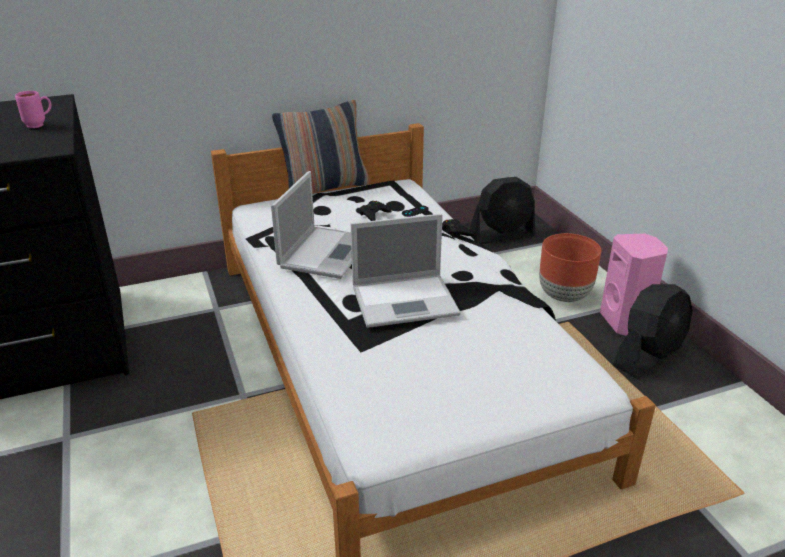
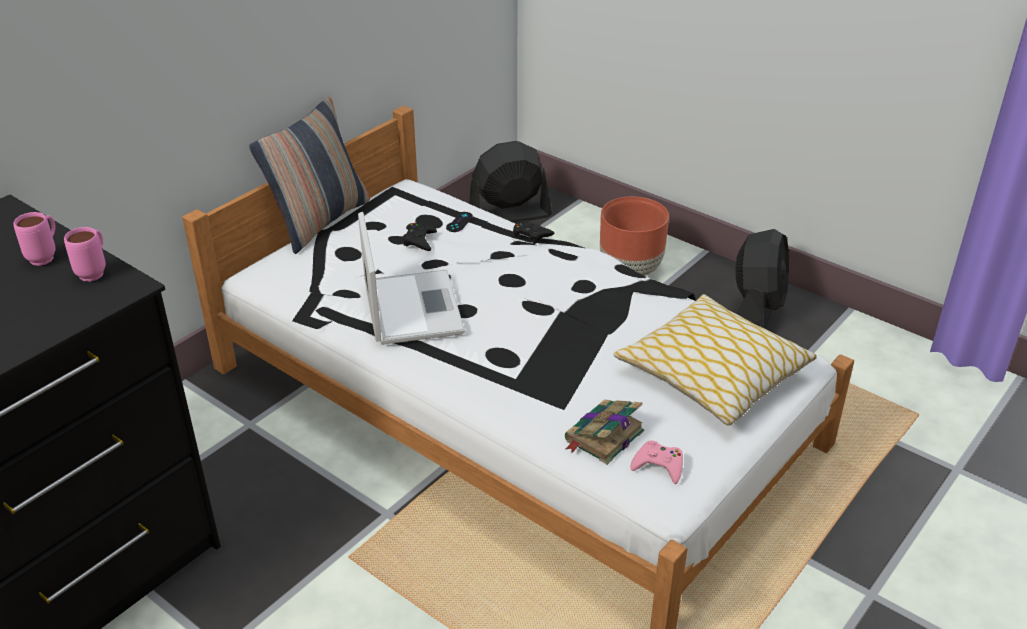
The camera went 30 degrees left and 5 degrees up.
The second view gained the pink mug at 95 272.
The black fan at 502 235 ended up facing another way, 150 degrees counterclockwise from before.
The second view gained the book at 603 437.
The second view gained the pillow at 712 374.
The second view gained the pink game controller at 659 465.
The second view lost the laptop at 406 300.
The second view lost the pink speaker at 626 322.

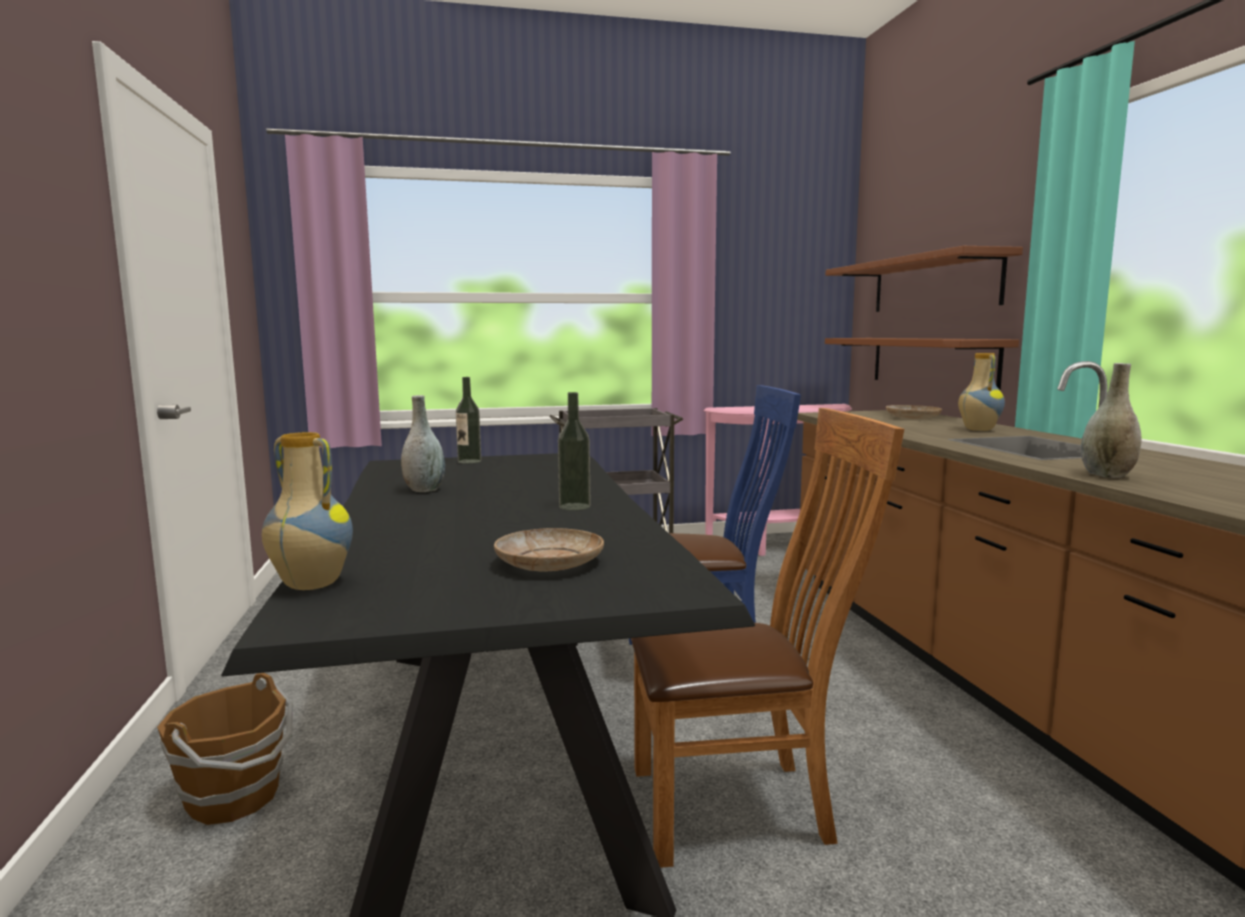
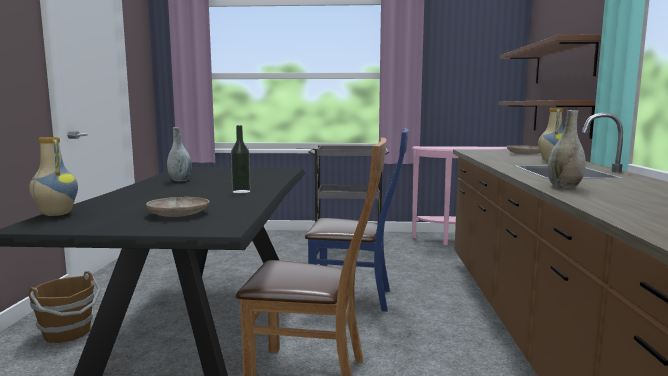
The camera went 15 degrees right and 0 degrees up.
The second view lost the bottle at 469 461.

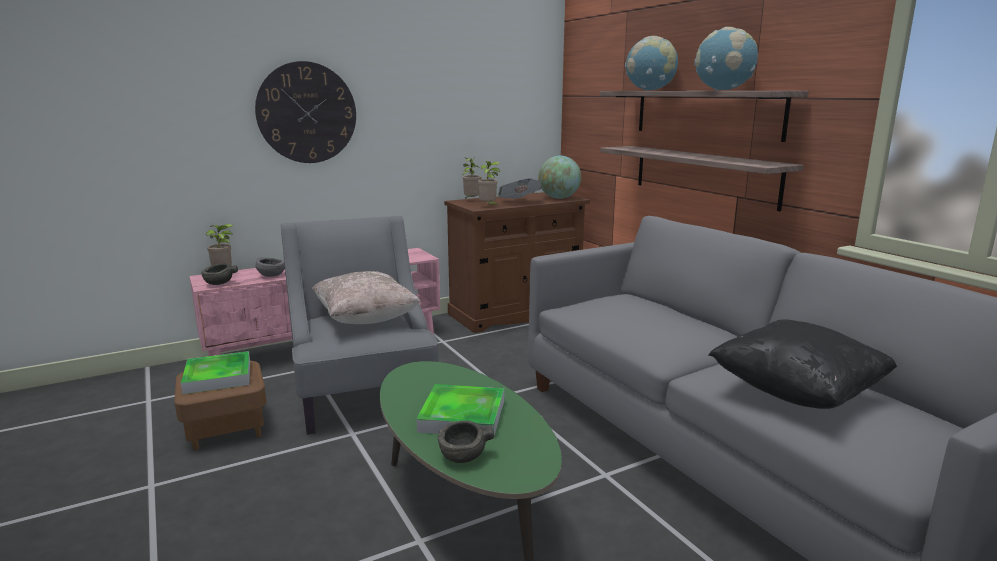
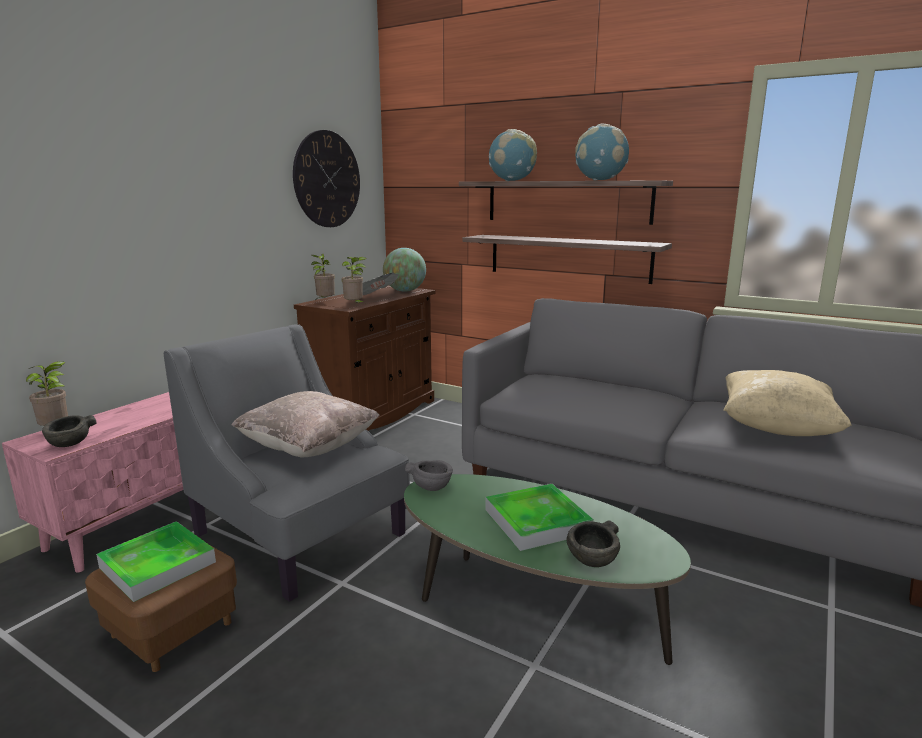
The camera went 30 degrees left and 0 degrees up.
The wall clock ended up elsewhere, having gone from 307 113 to 327 179.
The grey bowl ended up elsewhere, having gone from 271 275 to 432 486.
What was the black pillow at 796 393 turned into the beige pillow at 776 428.

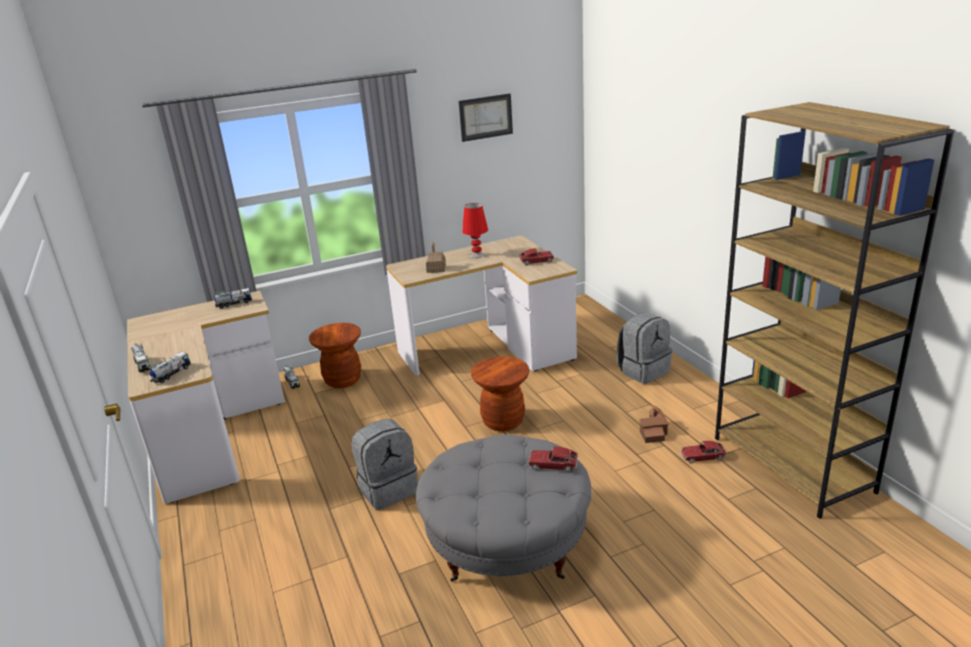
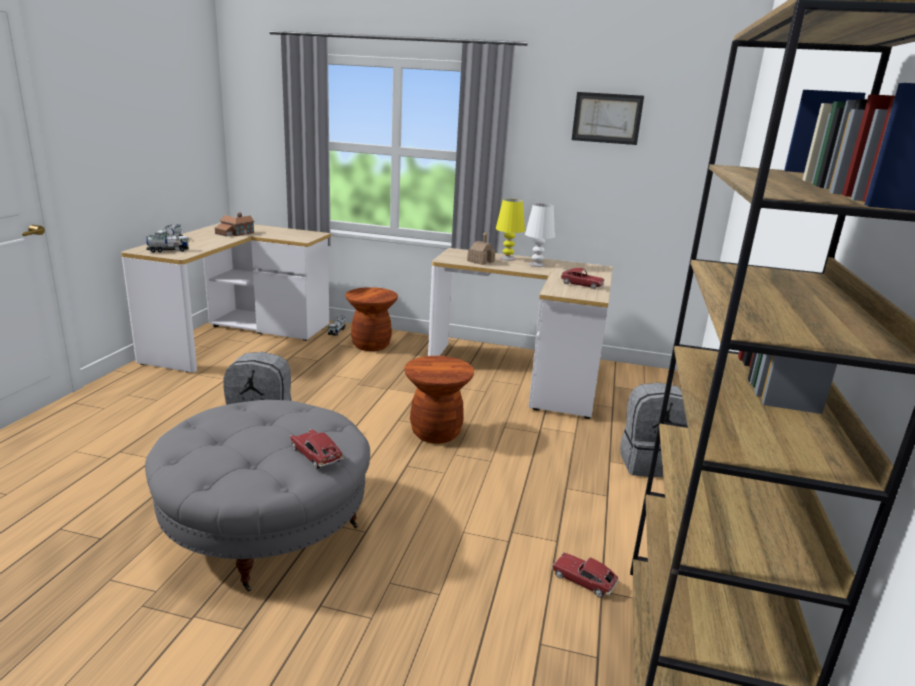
The camera went 35 degrees right and 5 degrees down.
The toy house ended up elsewhere, having gone from 653 431 to 234 233.
The second view gained the yellow table lamp at 507 258.
What was the red table lamp at 477 255 turned into the white table lamp at 537 265.
The second view lost the toy truck at 234 304.

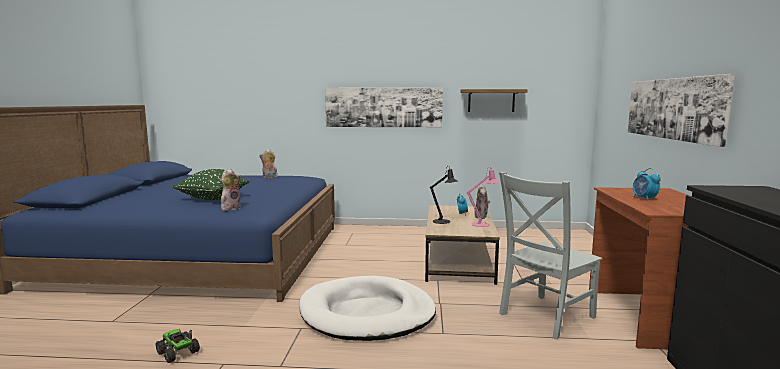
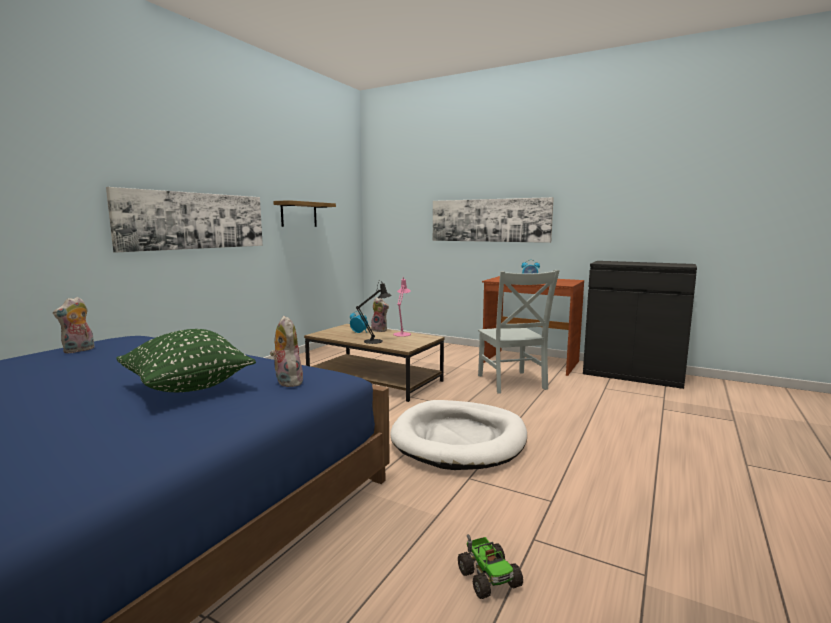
The camera went 65 degrees left and 0 degrees up.
The toy truck at 178 353 ended up facing another way, 90 degrees counterclockwise from before.

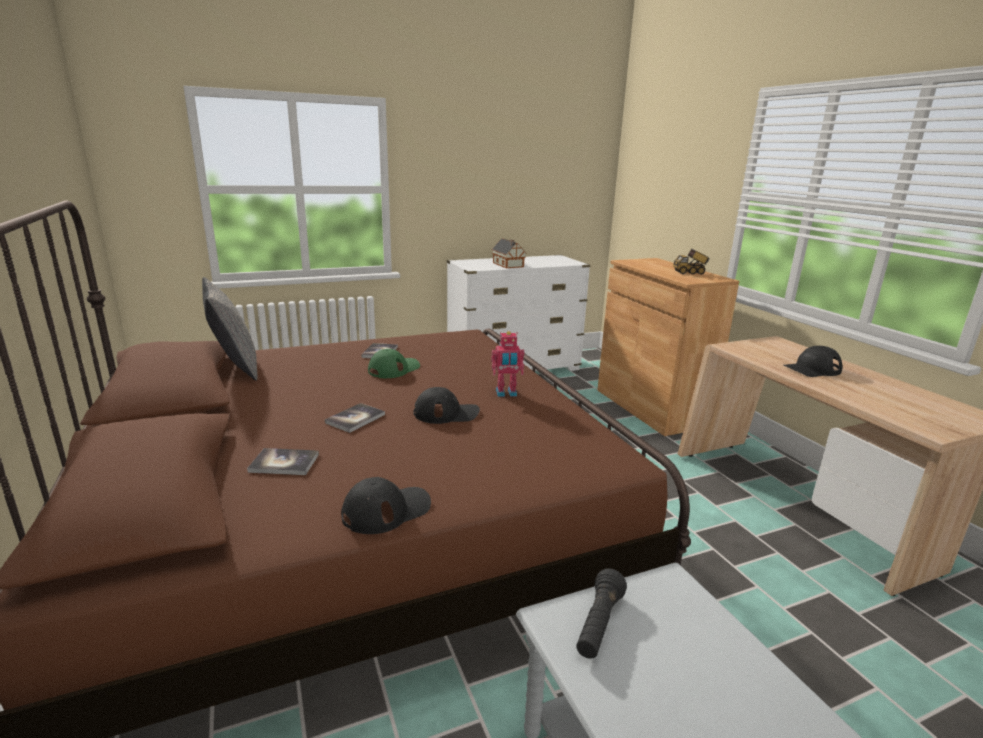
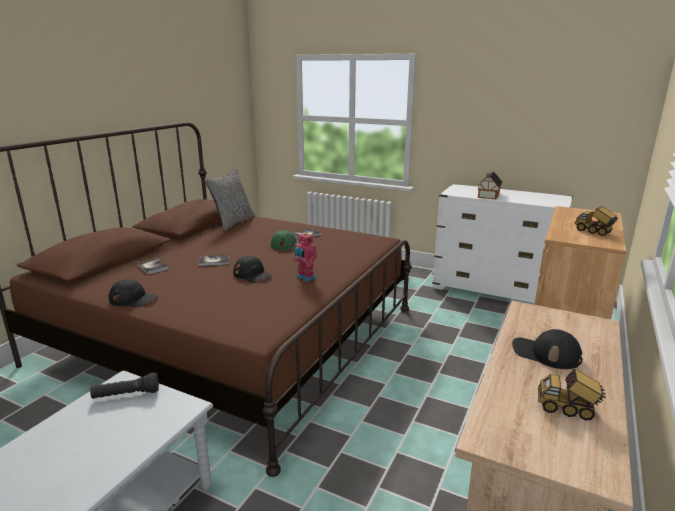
The camera went 50 degrees right and 0 degrees up.
The second view gained the toy truck at 567 409.

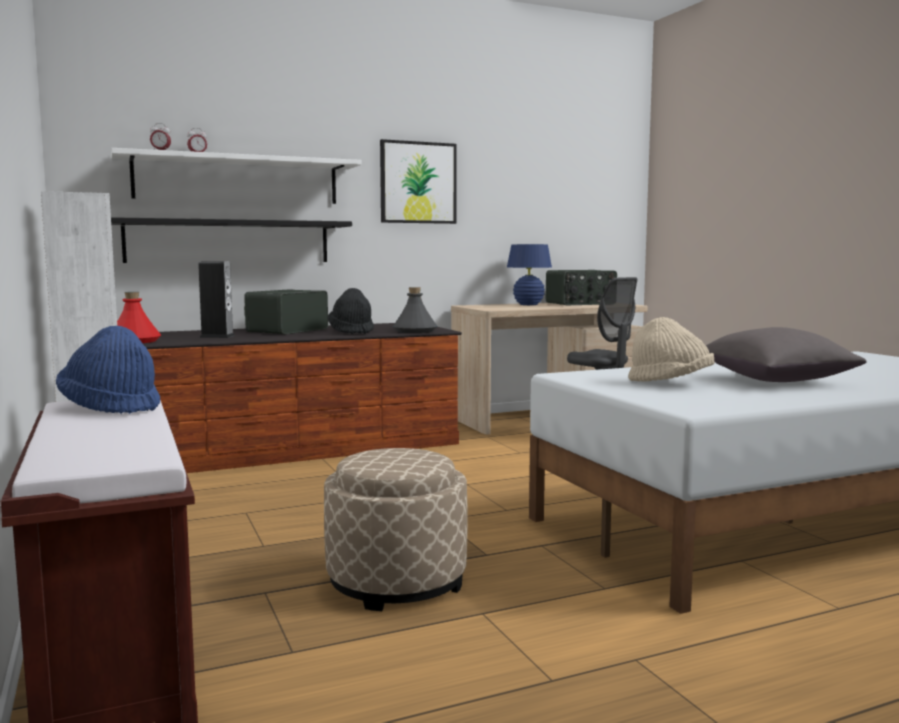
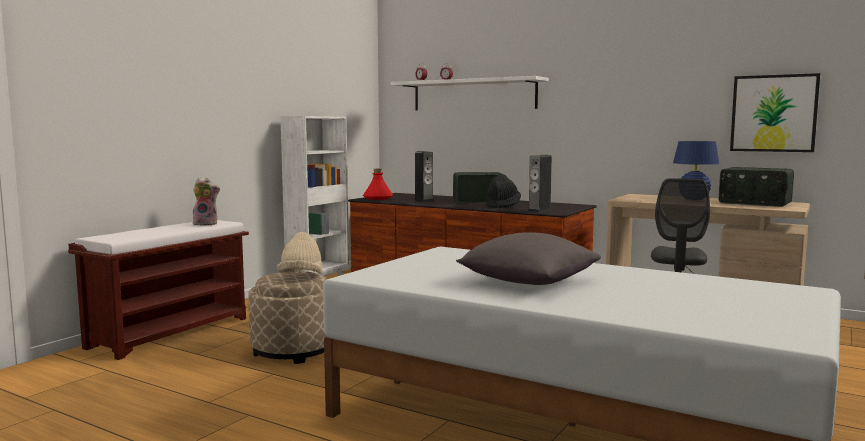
The camera went 55 degrees right and 0 degrees up.
Where the blue hat stood at 111 407, the plush toy came to stand at 206 224.
The beige hat ended up elsewhere, having gone from 670 383 to 301 277.
Where the grey bottle stood at 415 331, the speaker came to stand at 539 210.
The picture ended up elsewhere, having gone from 418 182 to 773 113.
The second view lost the black shelf at 229 241.

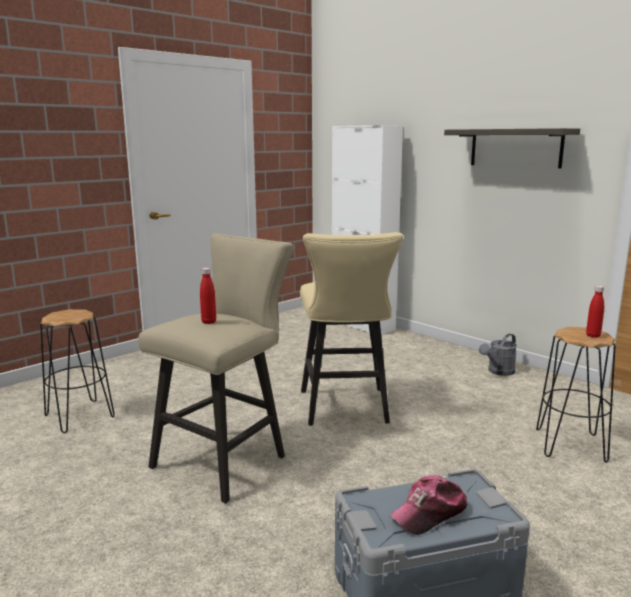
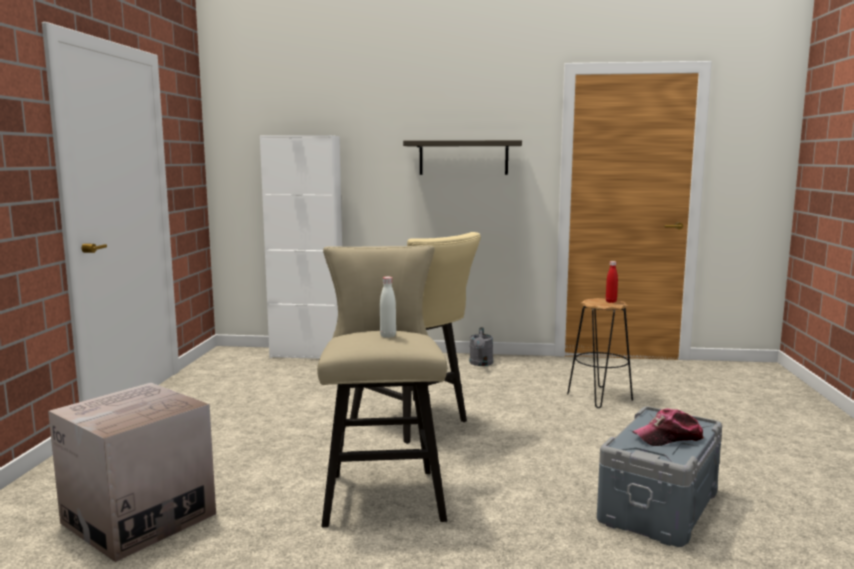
The camera went 40 degrees left and 5 degrees down.
Where the black stool stood at 80 416, the cardboard box came to stand at 139 518.
What was the red bottle at 209 322 turned into the white bottle at 388 336.
The cap at 429 513 ended up facing another way, 60 degrees clockwise from before.

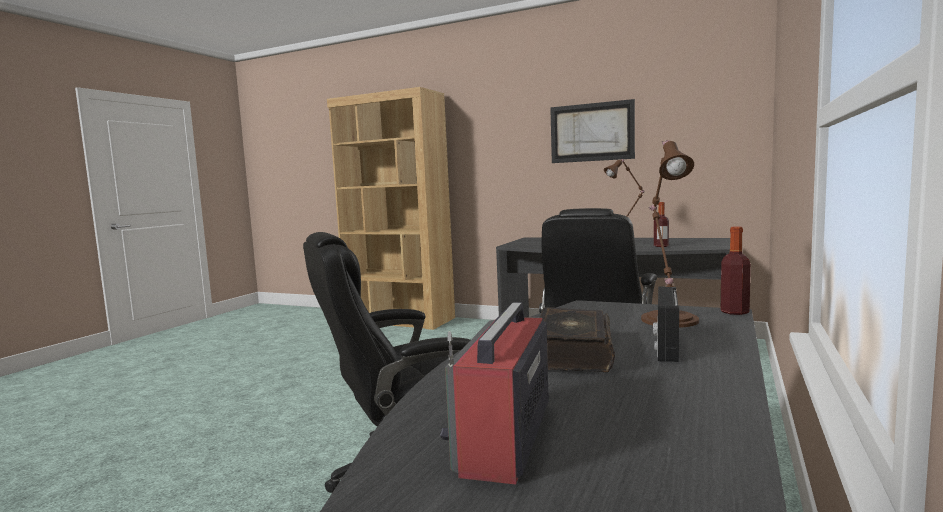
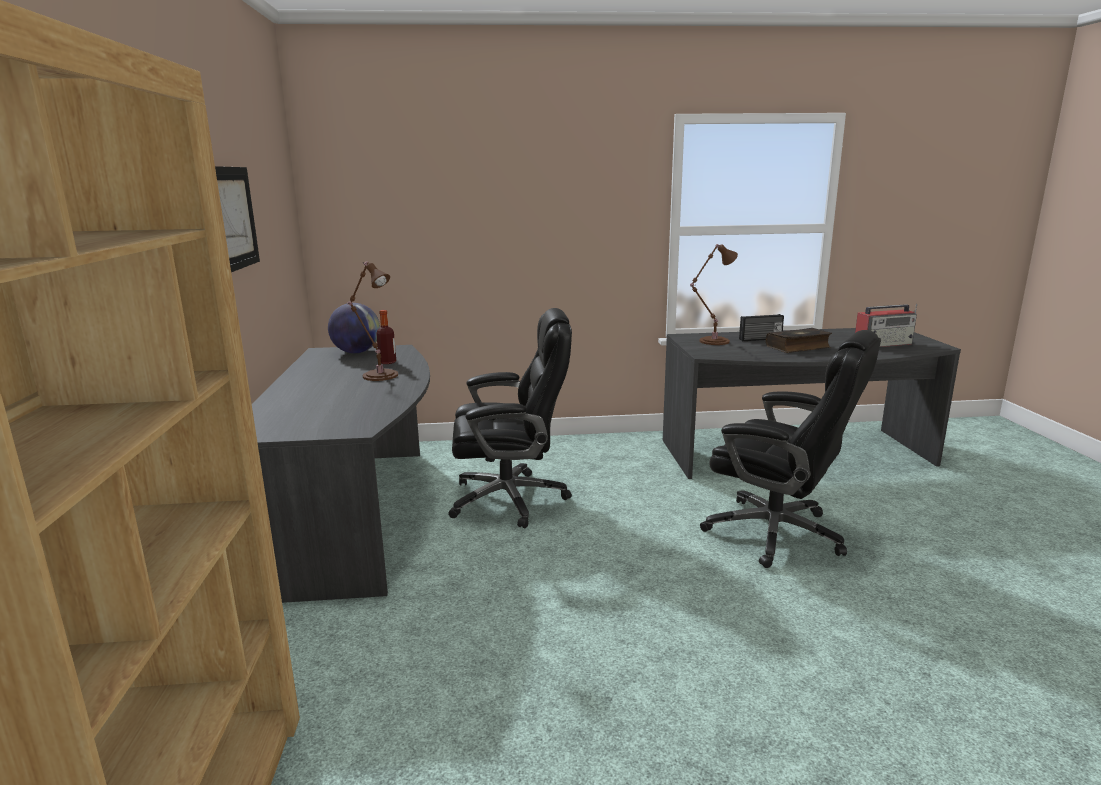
The camera went 120 degrees left and 10 degrees up.
The second view gained the globe at 356 352.
The second view lost the bottle at 734 312.

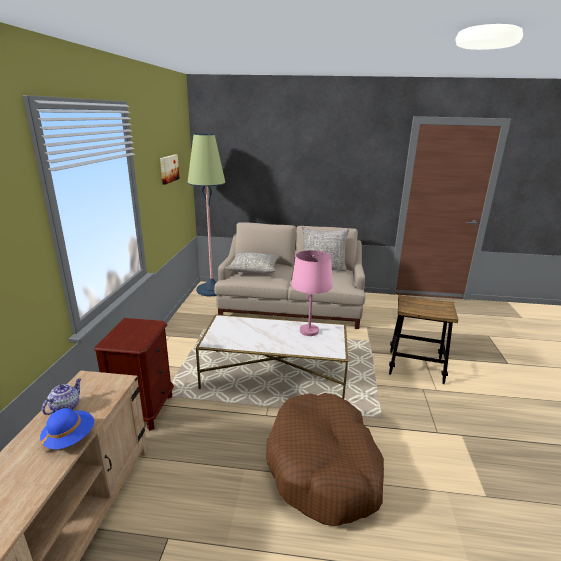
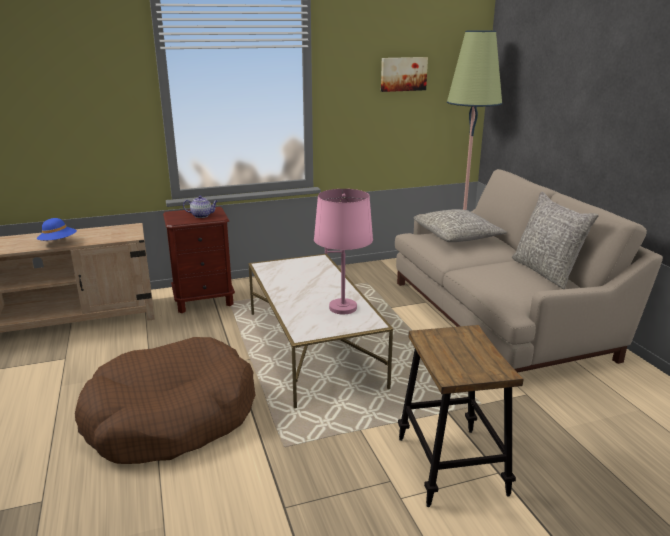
The camera went 65 degrees right and 0 degrees up.
The teapot ended up elsewhere, having gone from 66 407 to 202 215.

